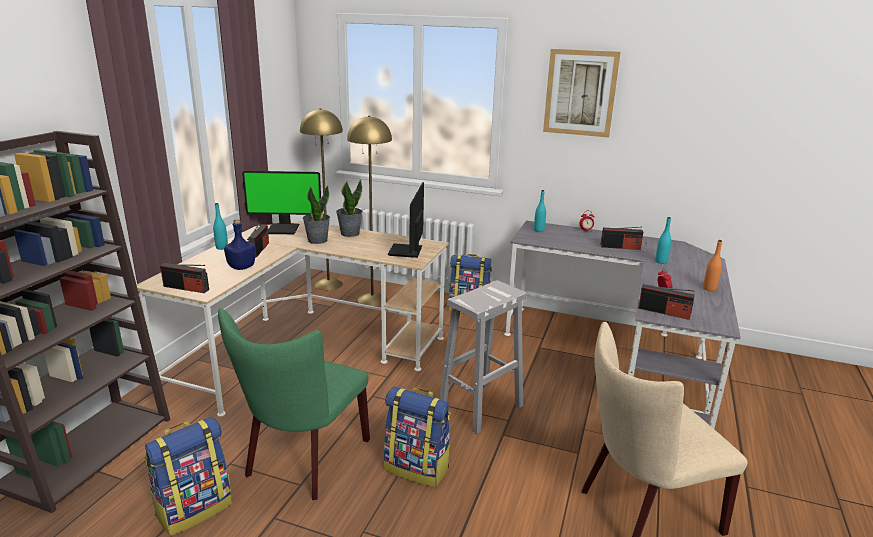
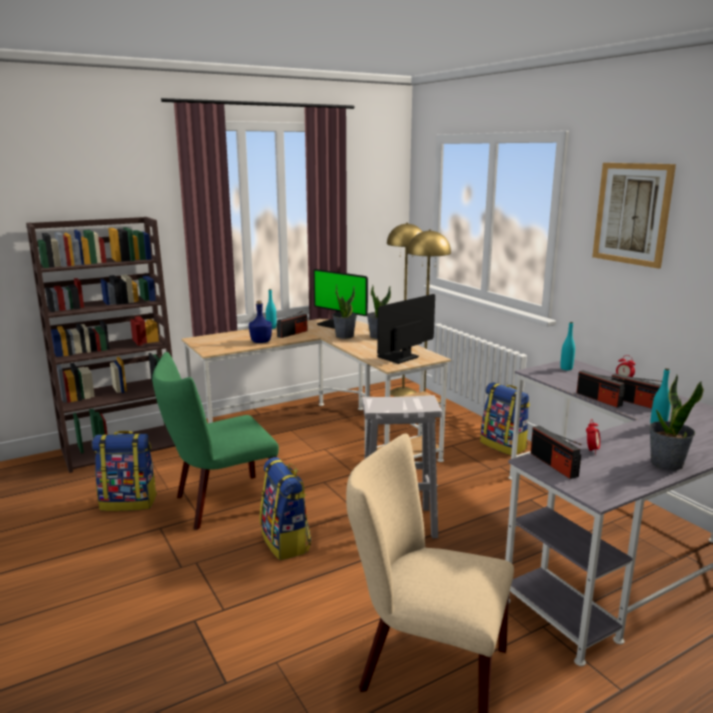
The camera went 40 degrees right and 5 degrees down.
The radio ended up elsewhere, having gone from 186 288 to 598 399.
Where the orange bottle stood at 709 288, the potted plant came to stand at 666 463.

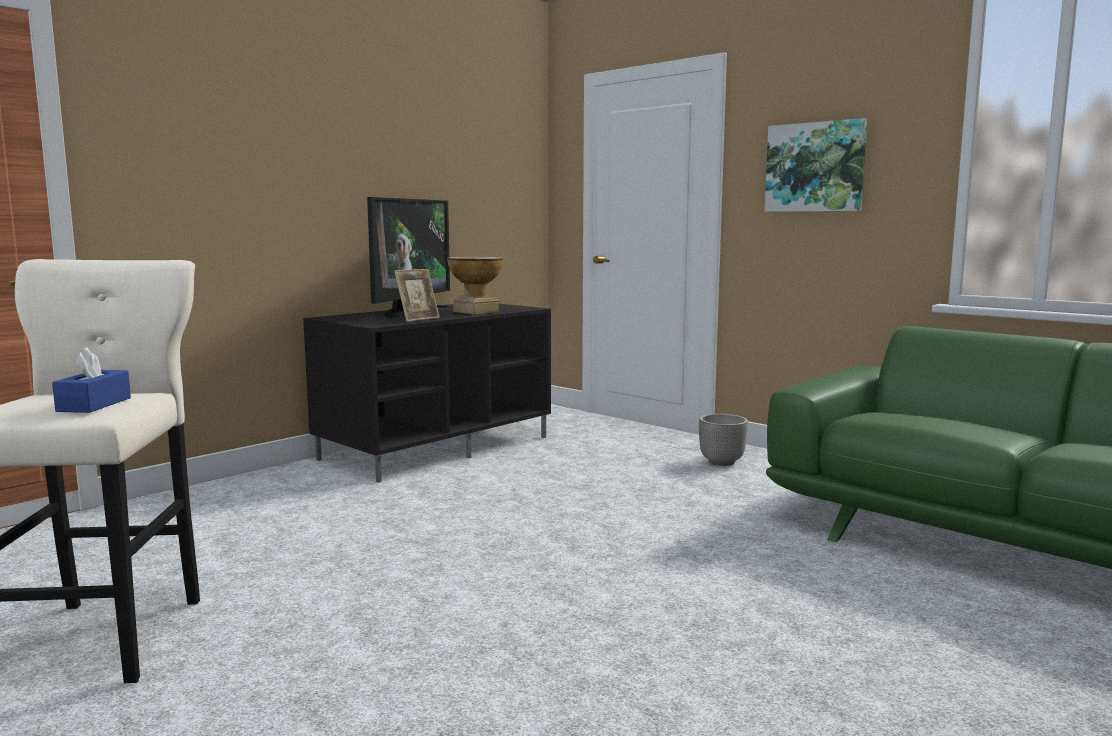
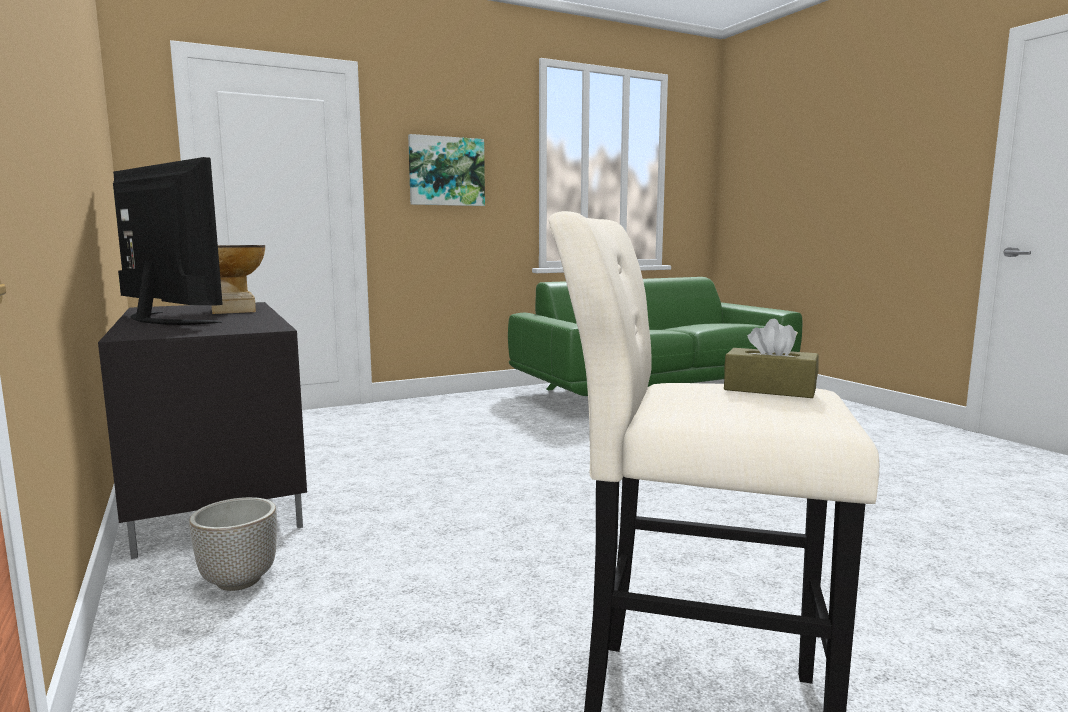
The camera went 70 degrees left and 0 degrees up.
The planter ended up elsewhere, having gone from 722 462 to 240 580.
What was the blue tissue box at 94 404 turned into the brown tissue box at 769 389.
The second view lost the picture frame at 418 319.

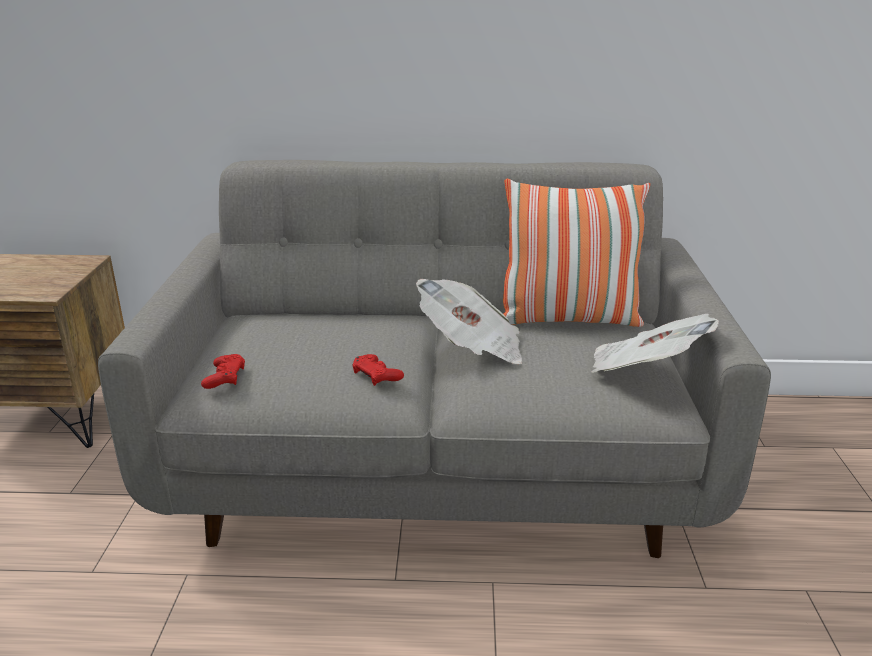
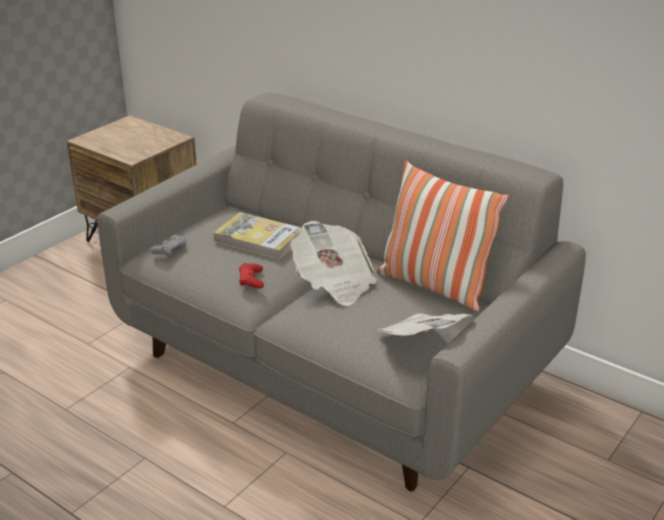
The camera went 35 degrees right and 5 degrees up.
What was the red game controller at 225 377 turned into the grey game controller at 170 249.
The second view gained the book at 259 239.

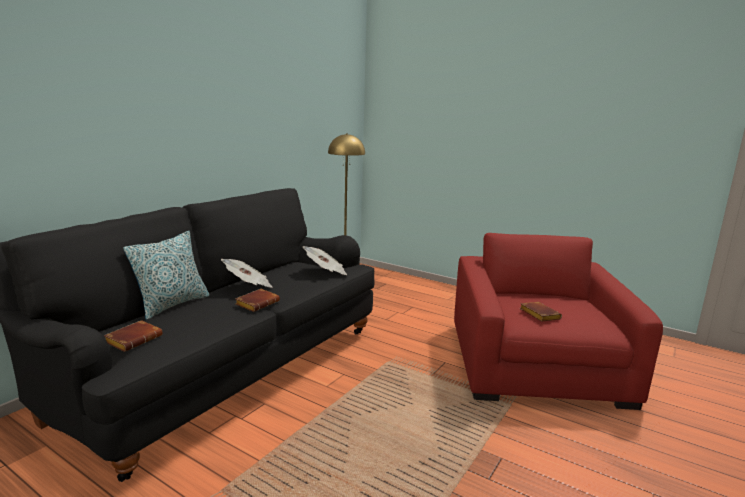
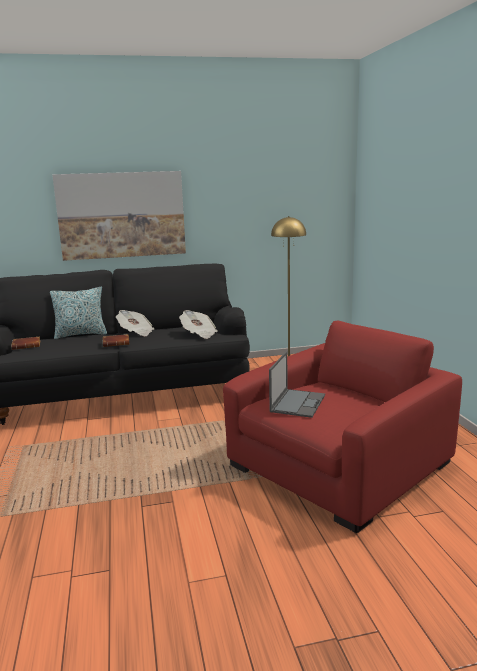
The camera went 45 degrees right and 0 degrees up.
The second view gained the picture at 122 215.
Where the brown book stood at 538 314, the laptop came to stand at 298 403.

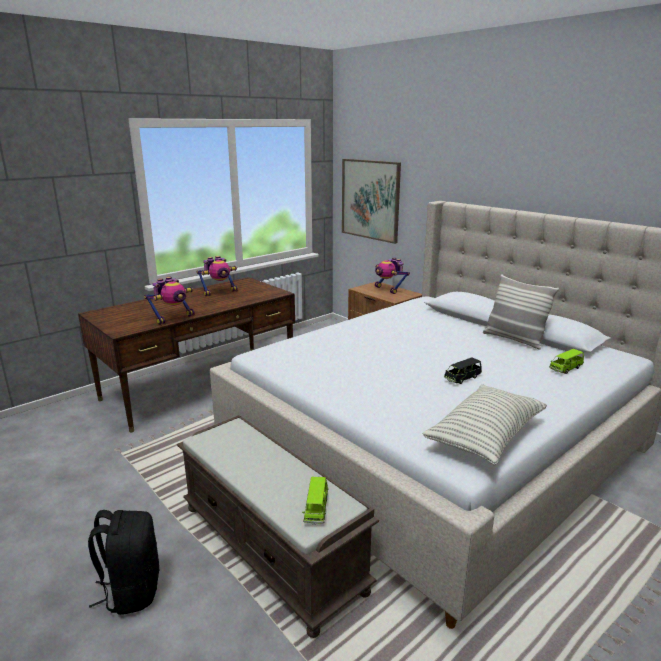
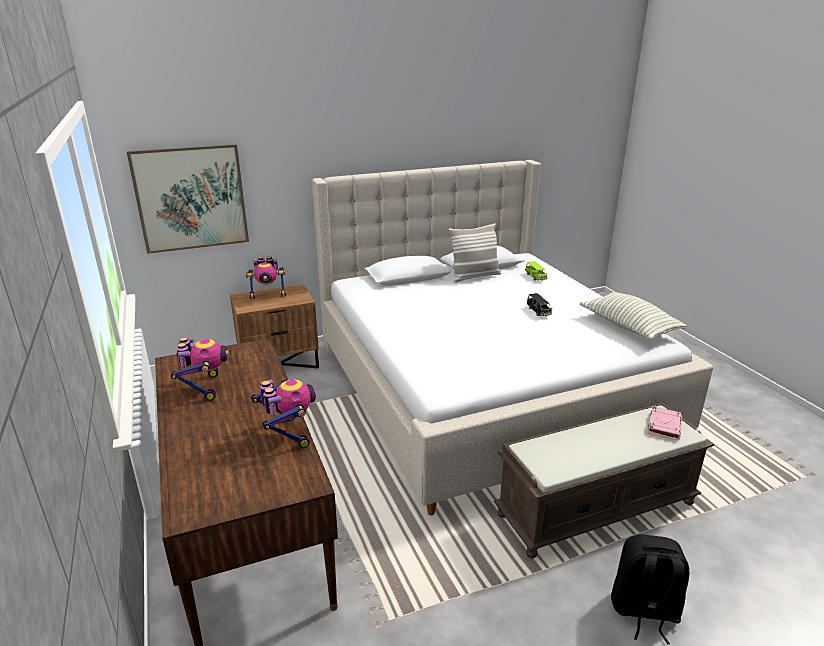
The camera went 70 degrees left and 5 degrees up.
Where the green toy car stood at 316 509, the pink book came to stand at 664 425.

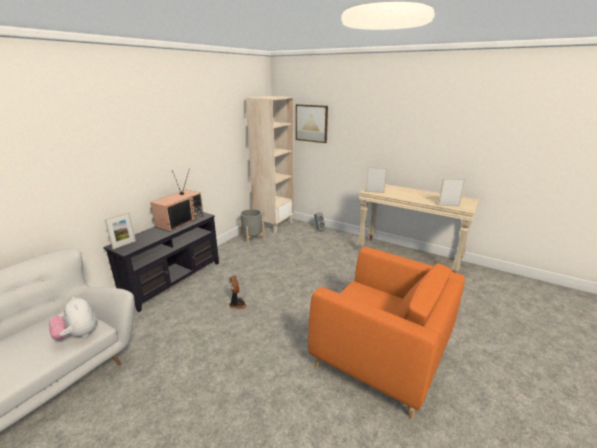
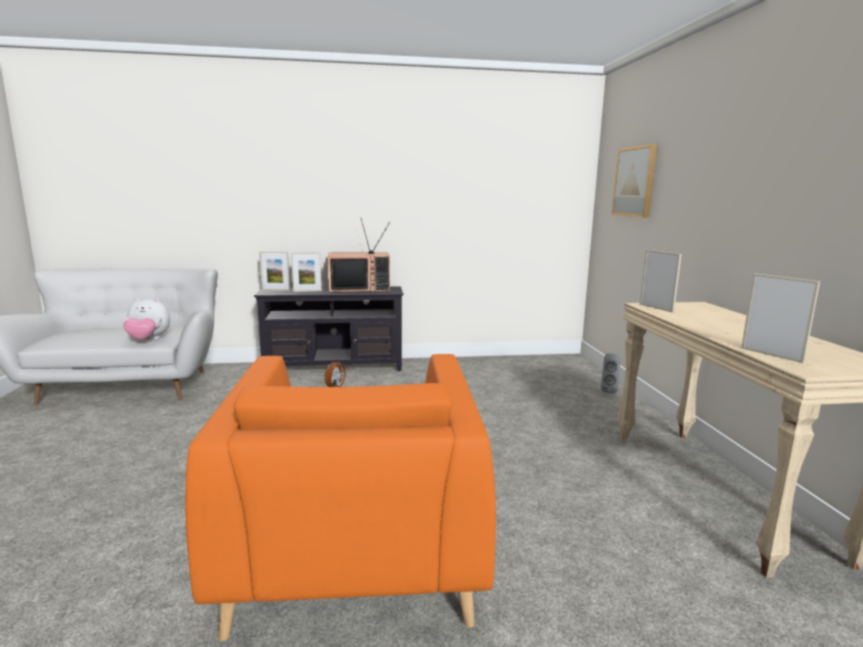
The camera went 50 degrees right and 10 degrees down.
The plush toy at 78 335 ended up facing another way, 105 degrees counterclockwise from before.
The second view gained the picture frame at 307 291.
The second view lost the grey planter at 252 238.
The second view lost the beige bookcase at 274 225.

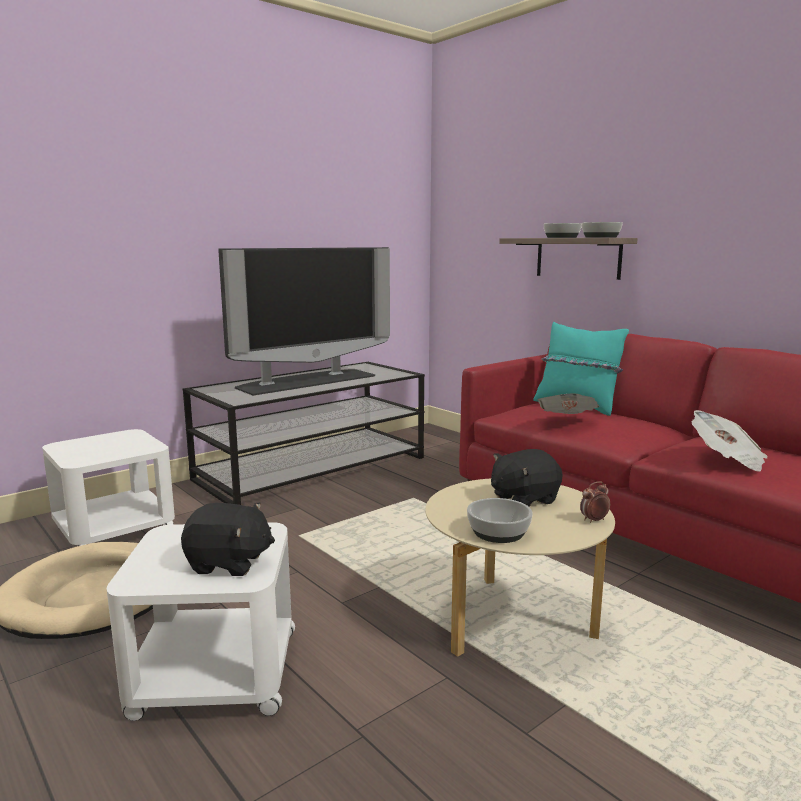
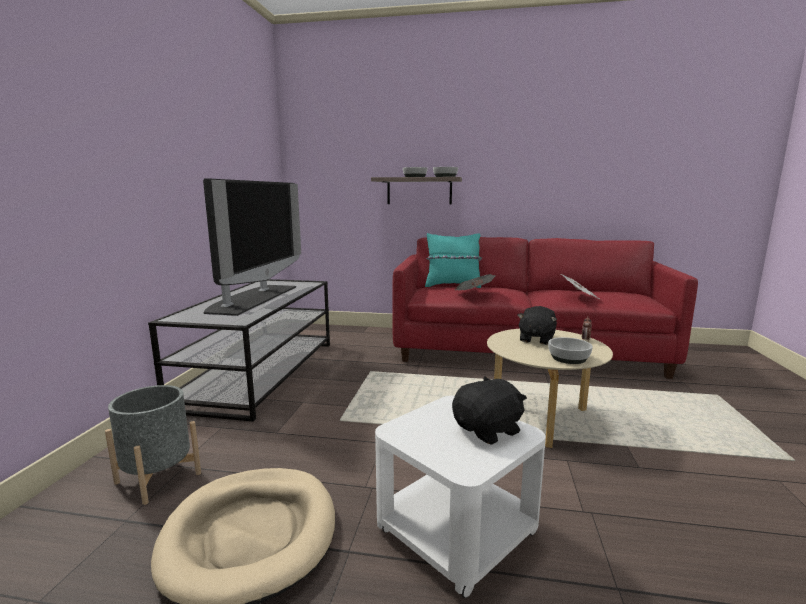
The camera went 40 degrees left and 0 degrees up.
Where the white side table stood at 114 529, the grey planter came to stand at 158 478.

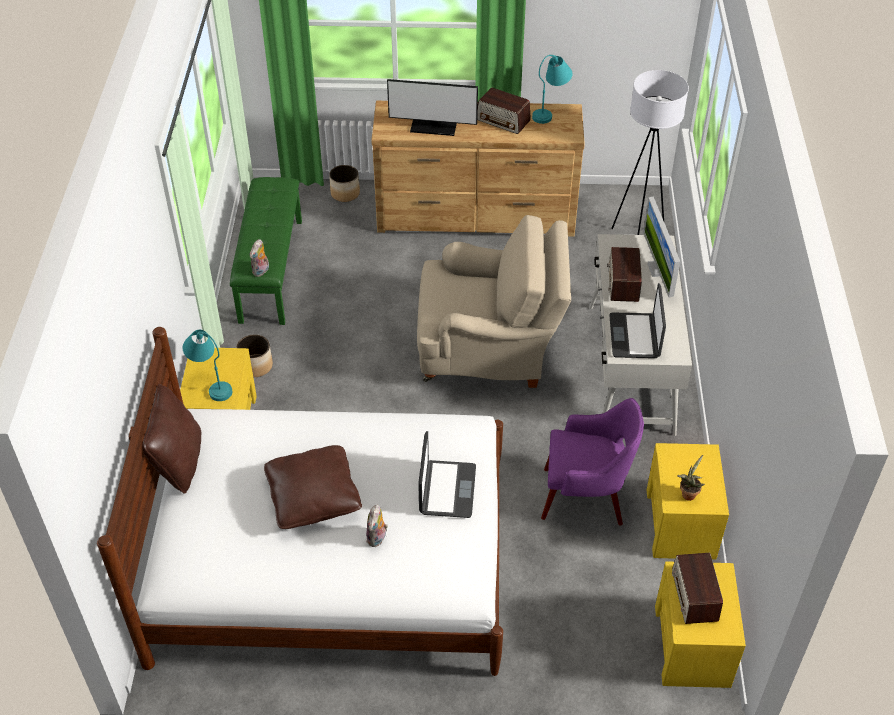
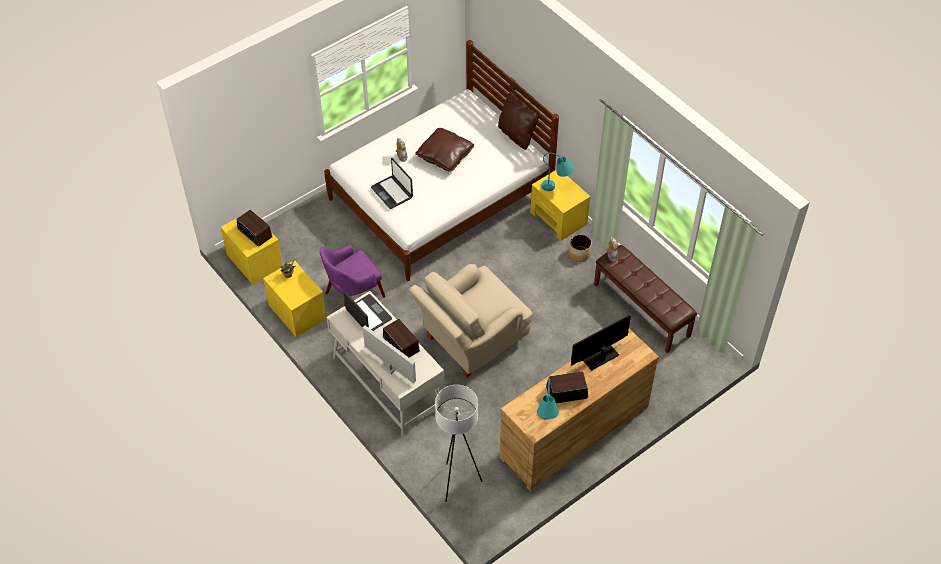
The camera went 140 degrees right and 5 degrees up.
What was the green bench at 270 270 turned into the brown bench at 642 310.
The second view lost the planter at 345 193.

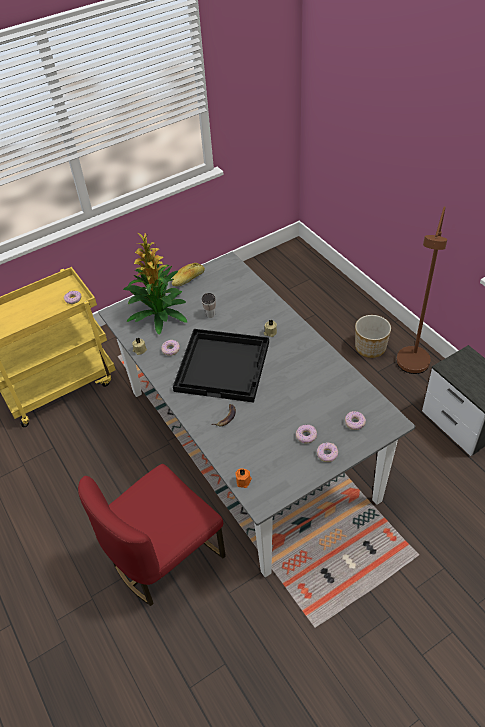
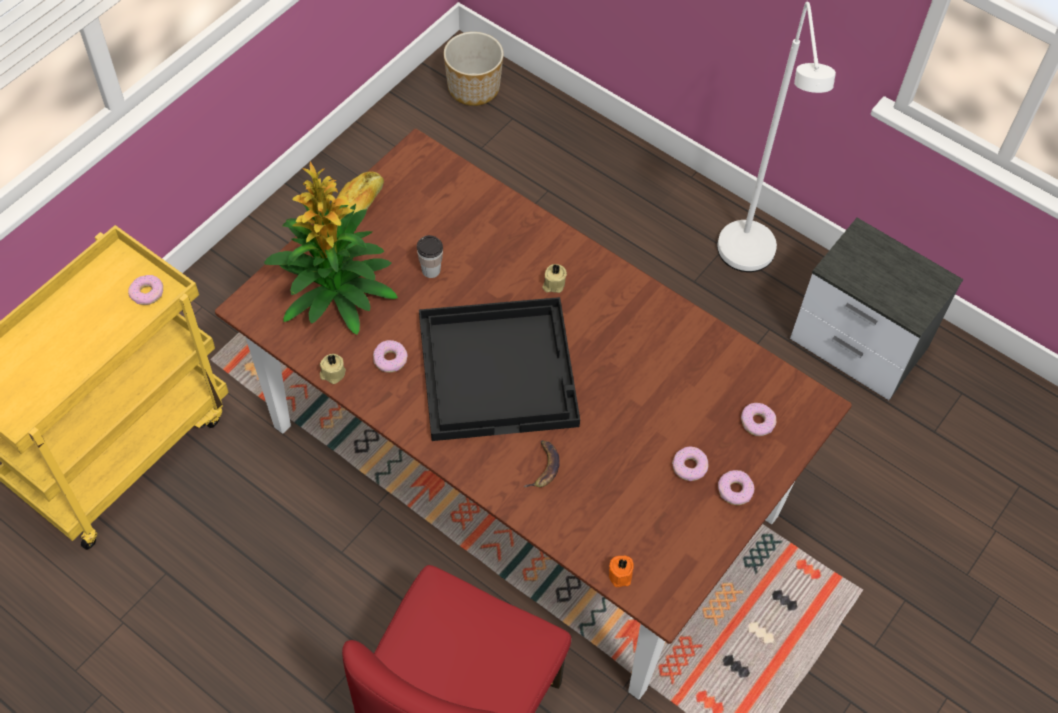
The camera went 25 degrees left and 10 degrees up.
What was the grey dining table at 247 443 turned into the brown dining table at 521 471.
The planter ended up elsewhere, having gone from 370 347 to 474 88.
What was the brown floor lamp at 411 368 turned into the white floor lamp at 747 262.

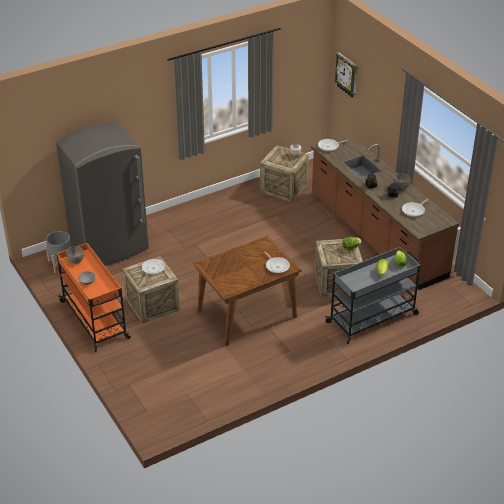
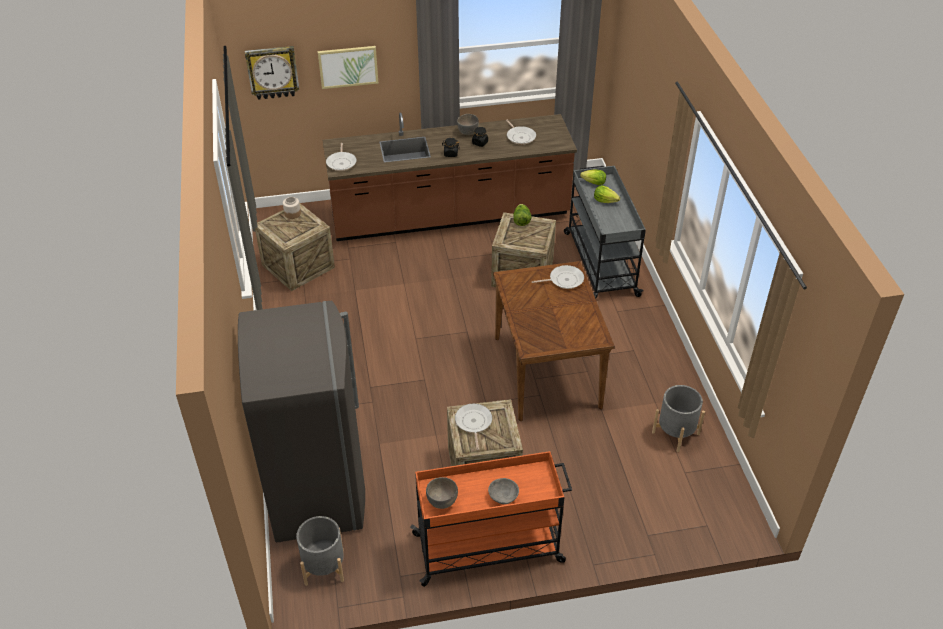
The camera went 70 degrees left and 5 degrees up.
The second view gained the picture at 348 66.
The second view gained the grey planter at 675 433.

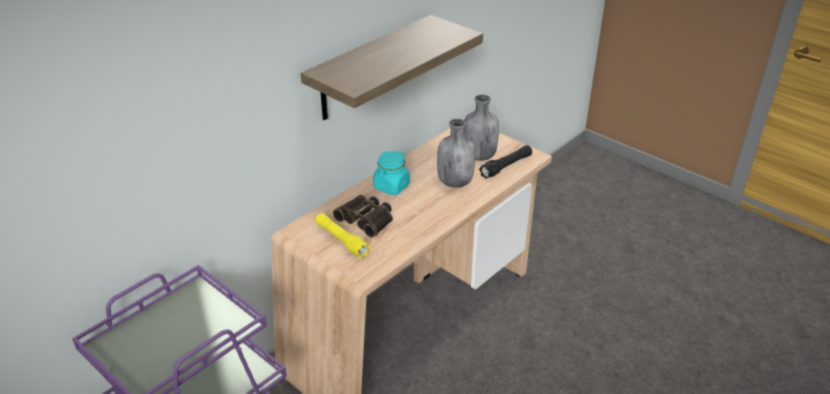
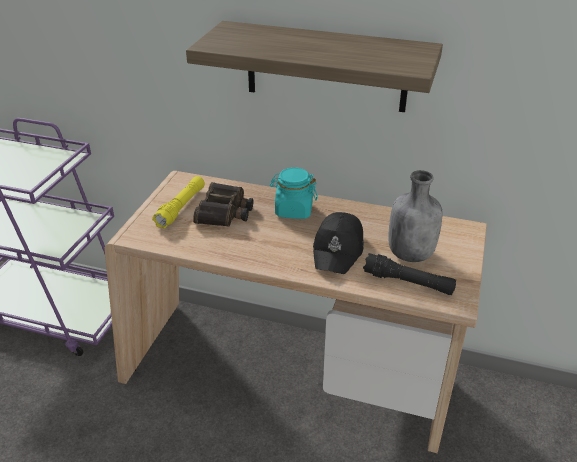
The camera went 65 degrees right and 0 degrees up.
Where the grey bottle stood at 455 182, the black cap came to stand at 339 250.

